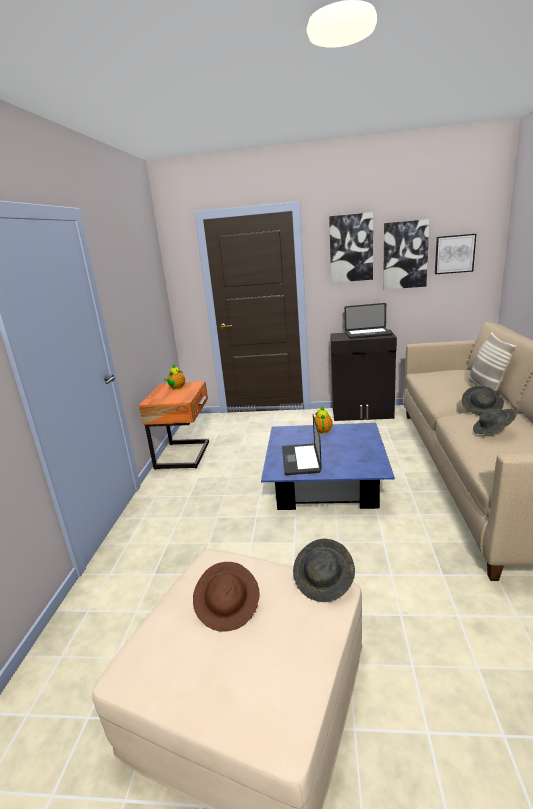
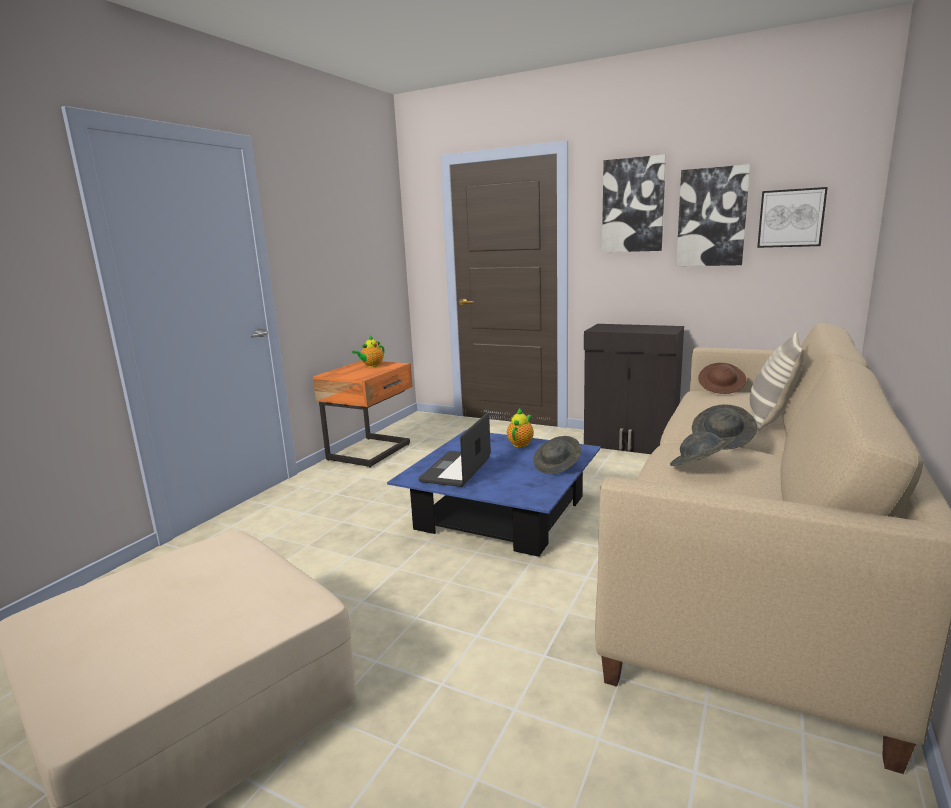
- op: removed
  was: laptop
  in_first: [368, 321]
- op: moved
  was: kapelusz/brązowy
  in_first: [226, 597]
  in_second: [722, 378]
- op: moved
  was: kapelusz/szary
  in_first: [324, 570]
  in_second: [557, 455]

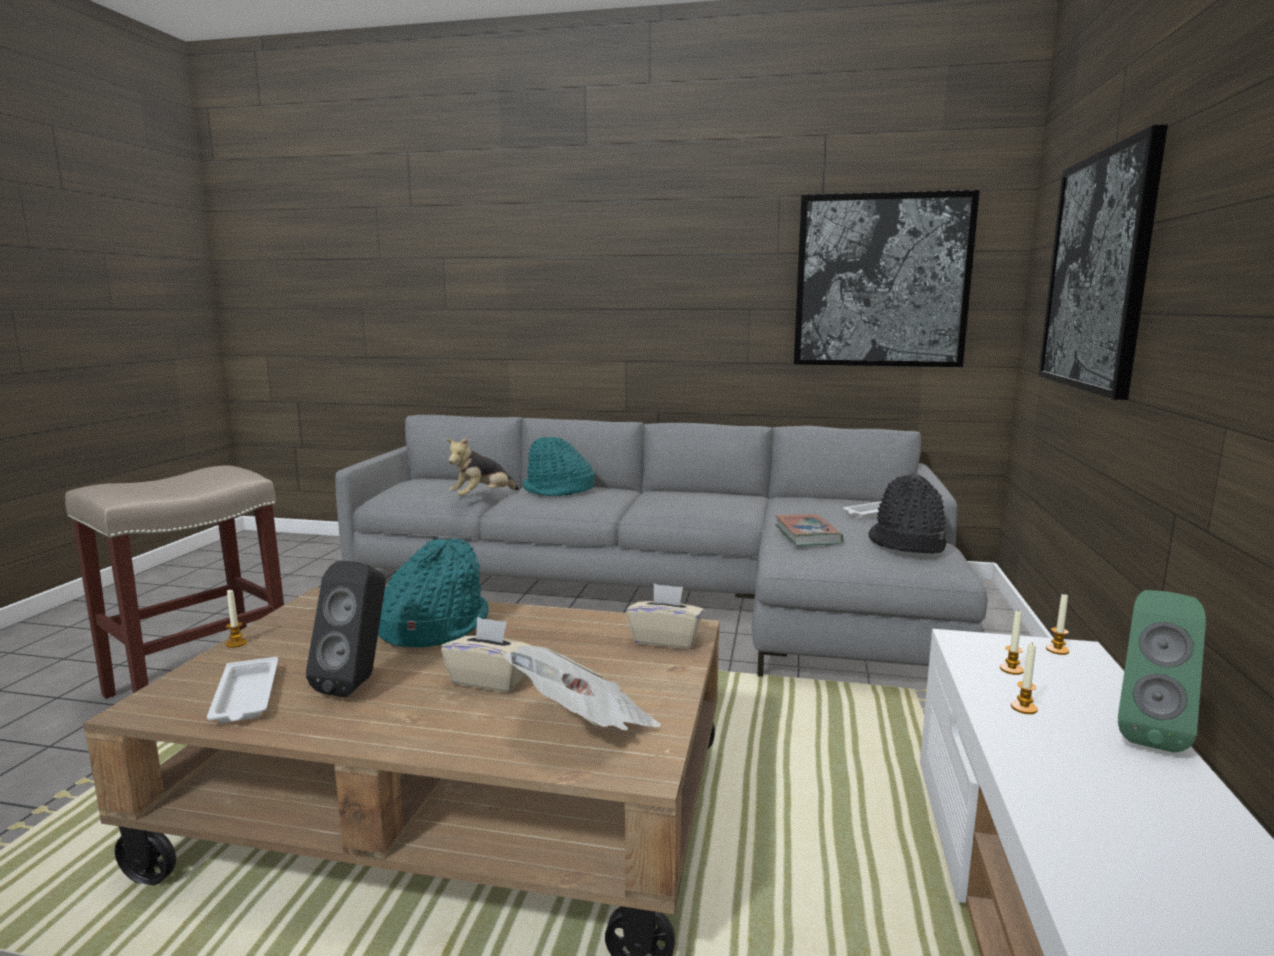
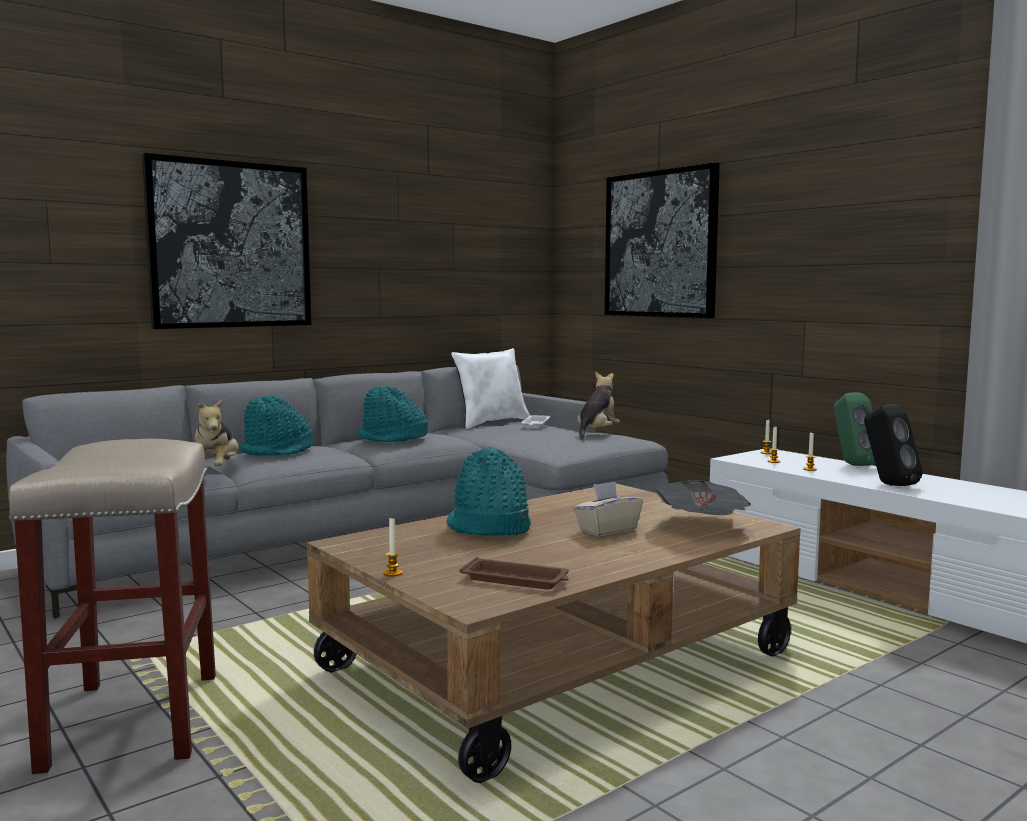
- op: removed
  was: pudełko chusteczek/beżowy
  in_first: [665, 616]
- op: removed
  was: książka
  in_first: [809, 530]
- op: added
  now: kapelusz/turkusowy
  in_second: [393, 414]
- op: added
  now: poduszka/biały
  in_second: [490, 388]
- op: moved
  was: głośnik/czarny
  in_first: [346, 629]
  in_second: [893, 445]
- op: moved
  was: obraz
  in_first: [887, 278]
  in_second: [226, 241]
- op: replaced
  was: kapelusz/czarny
  now: pluszak
  in_first: [907, 513]
  in_second: [598, 405]
- op: recoloured
  was: taca/biały
  now: taca/brązowy
  in_first: [242, 690]
  in_second: [514, 573]

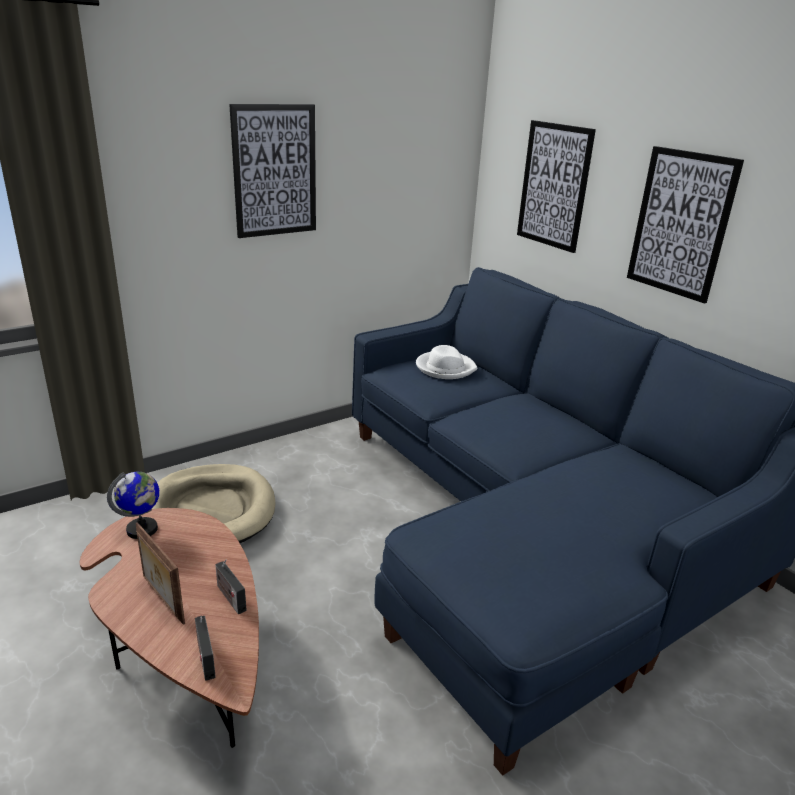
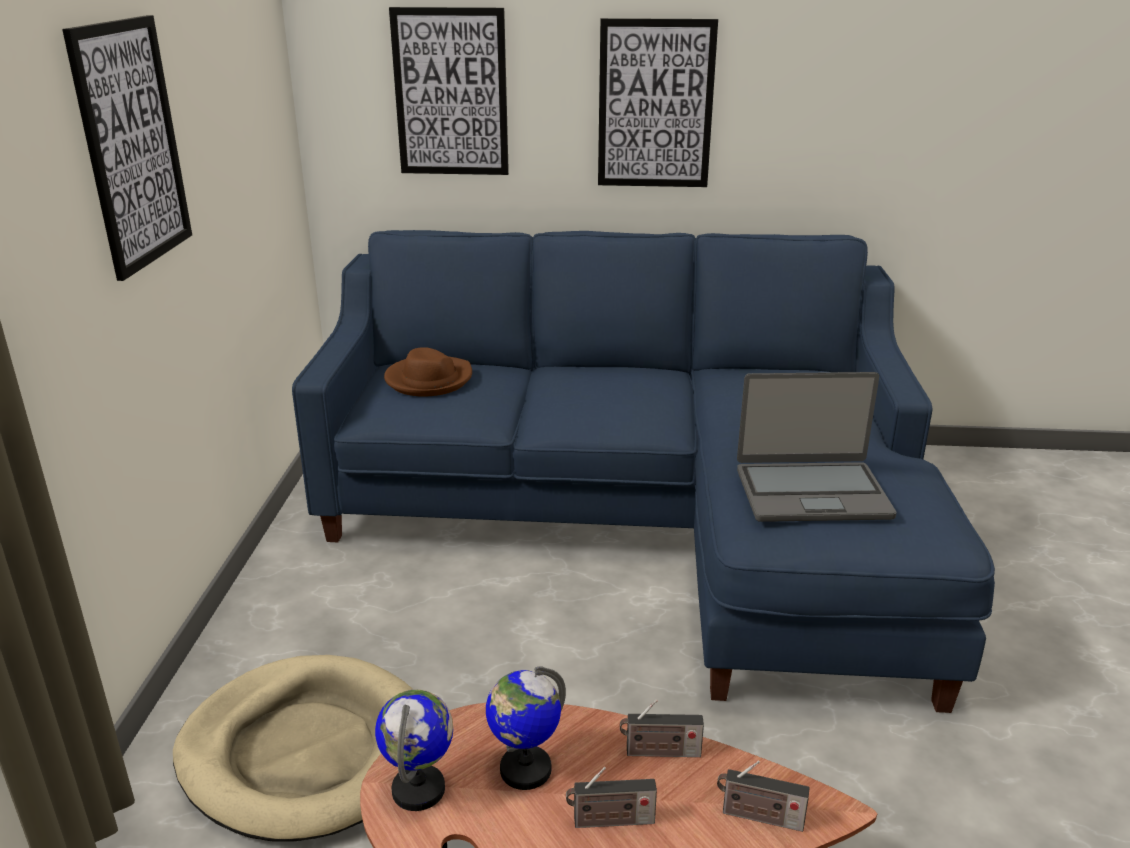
- op: added
  now: globus
  in_second: [526, 728]
- op: added
  now: laptop
  in_second: [817, 447]
- op: replaced
  was: ramka na zdjęcie
  now: radio
  in_first: [160, 573]
  in_second: [611, 797]
- op: recoloured
  was: kapelusz/biały
  now: kapelusz/brązowy
  in_first: [446, 362]
  in_second: [428, 372]

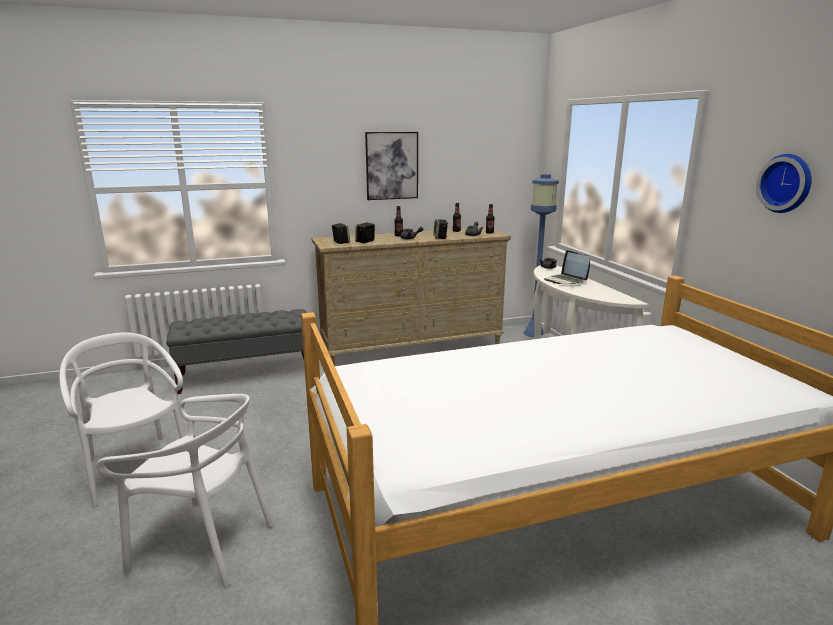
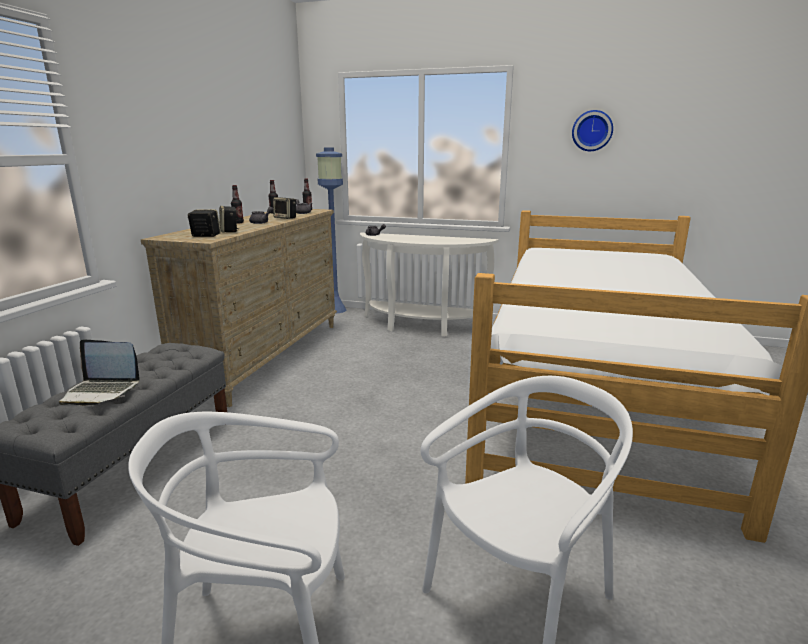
- op: removed
  was: obraz
  in_first: [391, 166]
- op: moved
  was: laptop
  in_first: [567, 267]
  in_second: [99, 372]

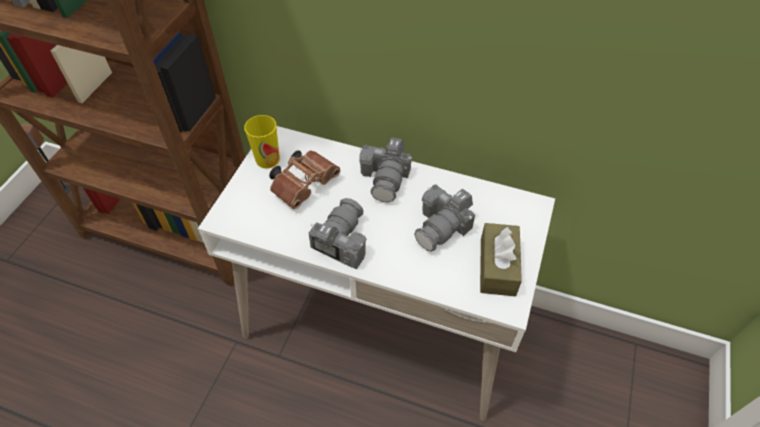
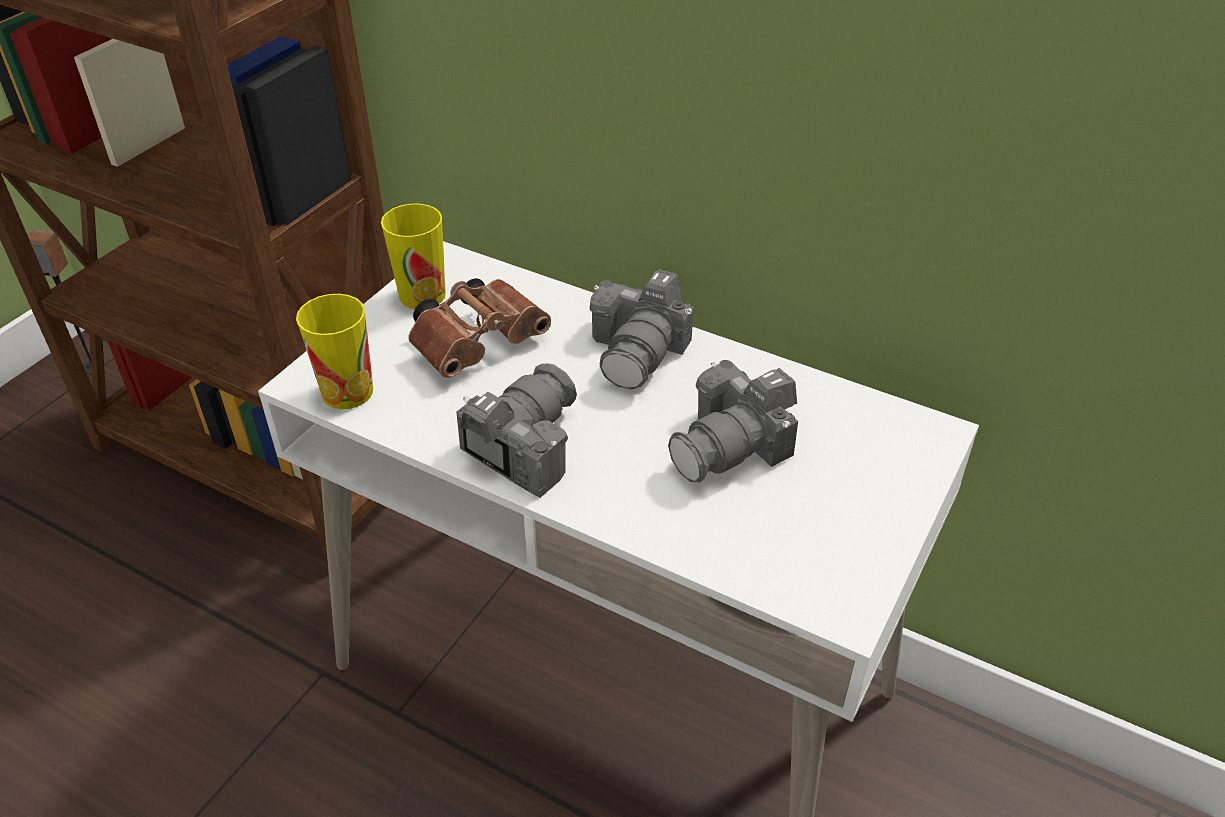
- op: removed
  was: pudełko chusteczek/brązowy
  in_first: [501, 260]
- op: added
  now: filiżanka
  in_second: [334, 351]

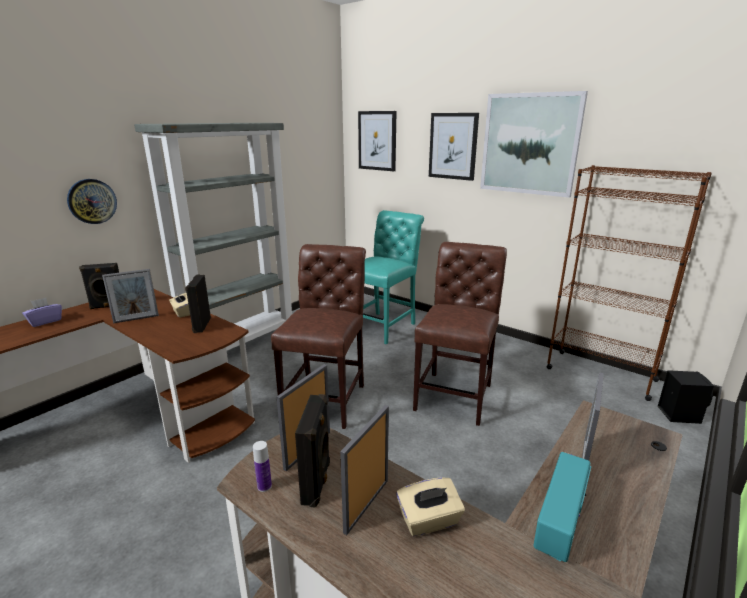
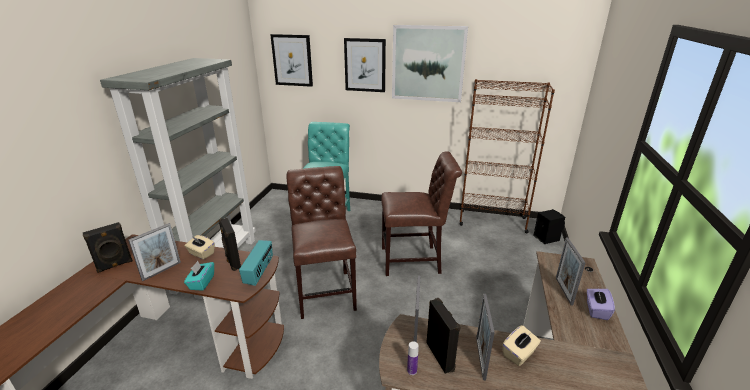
- op: removed
  was: zegar ścienny
  in_first: [92, 201]
- op: added
  now: pudełko chusteczek/turkusowy
  in_second: [199, 276]
- op: moved
  was: pudełko chusteczek/fioletowy
  in_first: [42, 312]
  in_second: [601, 304]
- op: moved
  was: radio
  in_first: [562, 507]
  in_second: [256, 263]
- op: turned
  was: krzesło/brązowy
  in_first: [460, 334]
  in_second: [421, 213]
  clockwise: 90

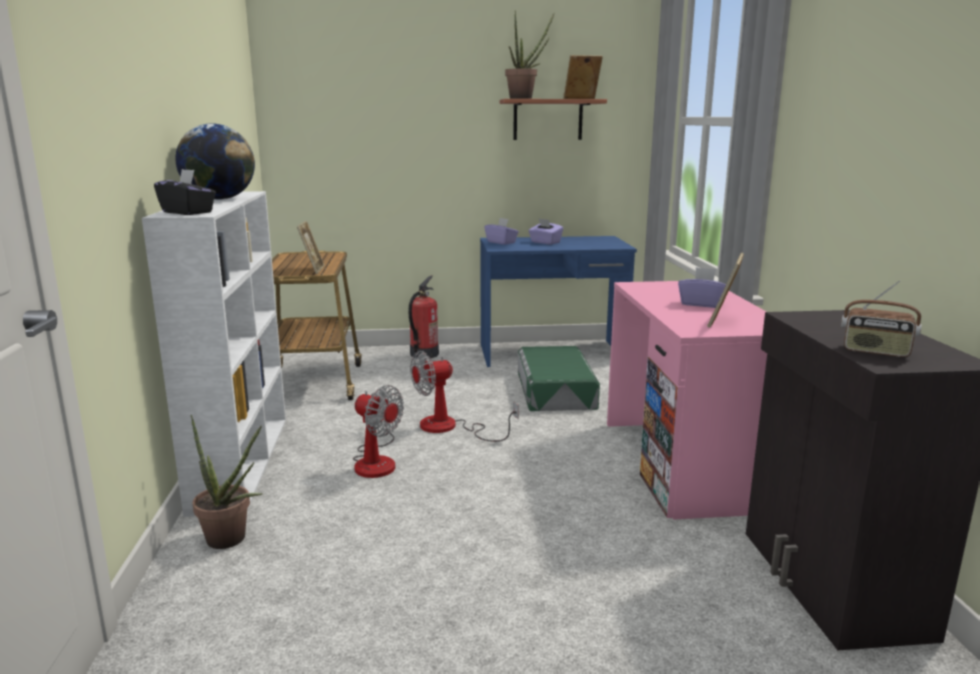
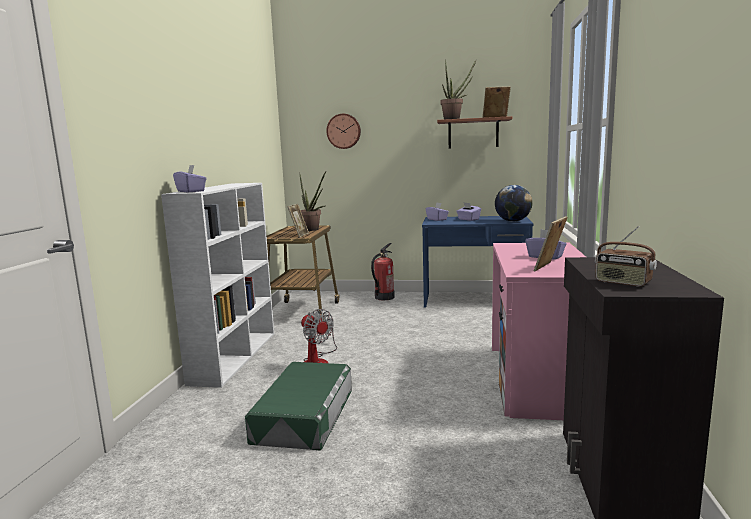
- op: removed
  was: wentylator
  in_first: [464, 396]
- op: added
  now: zegar ścienny
  in_second: [343, 131]
- op: moved
  was: globus
  in_first: [215, 161]
  in_second: [514, 203]
- op: moved
  was: roślina doniczkowa
  in_first: [226, 481]
  in_second: [313, 201]
- op: moved
  was: pojemnik do przechowywania/zielony
  in_first: [559, 378]
  in_second: [298, 406]
- op: recoloured
  was: pudełko chusteczek/czarny
  now: pudełko chusteczek/fioletowy
  in_first: [185, 192]
  in_second: [190, 179]

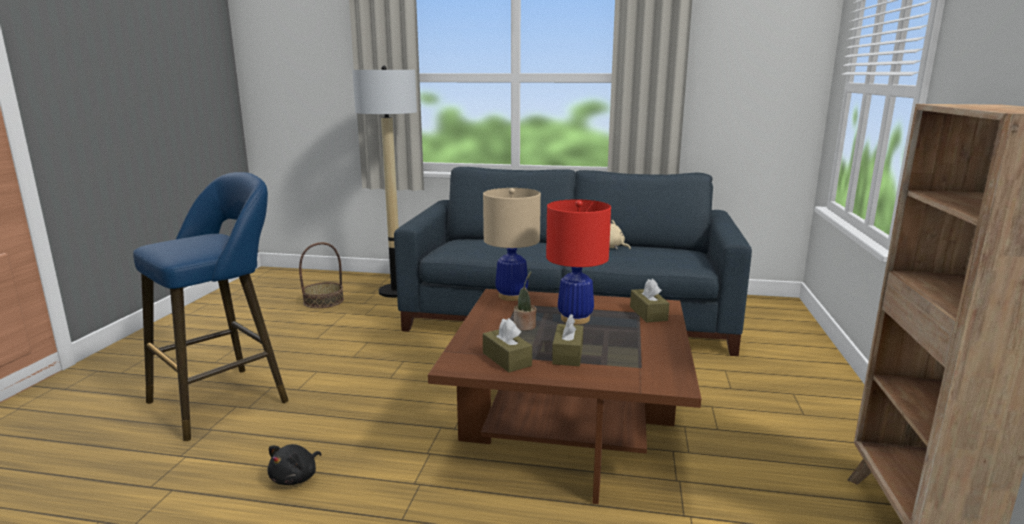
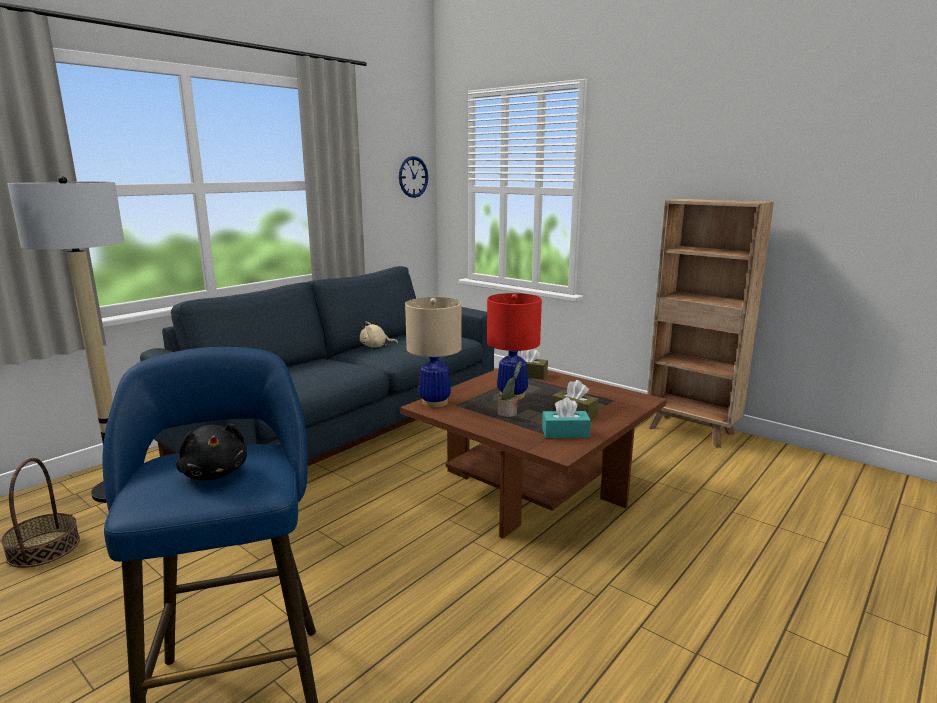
- op: added
  now: zegar ścienny
  in_second: [413, 177]
- op: moved
  was: pluszak/czarny
  in_first: [294, 464]
  in_second: [211, 452]
- op: recoloured
  was: pudełko chusteczek/brązowy
  now: pudełko chusteczek/turkusowy
  in_first: [507, 345]
  in_second: [566, 417]

